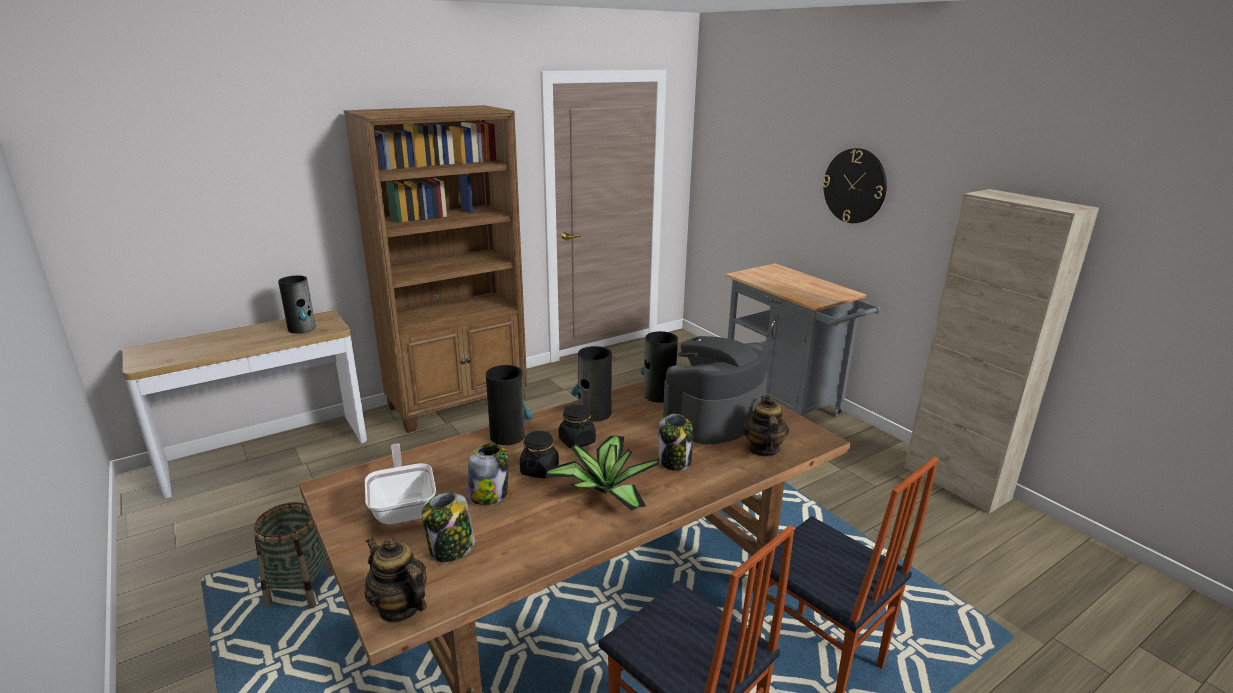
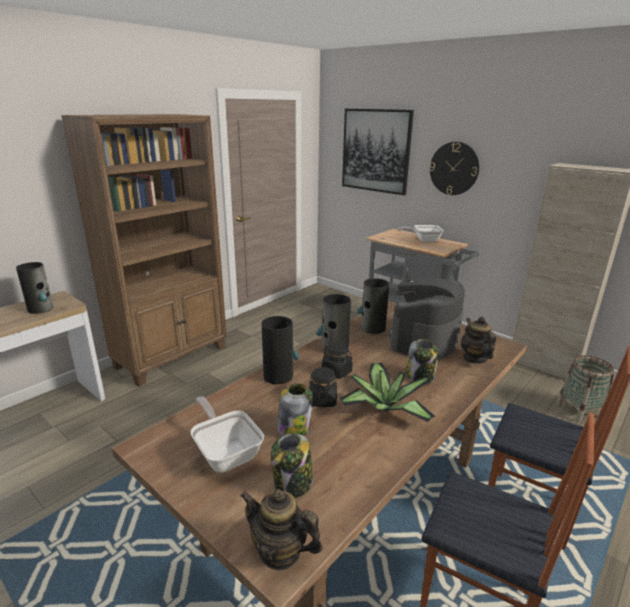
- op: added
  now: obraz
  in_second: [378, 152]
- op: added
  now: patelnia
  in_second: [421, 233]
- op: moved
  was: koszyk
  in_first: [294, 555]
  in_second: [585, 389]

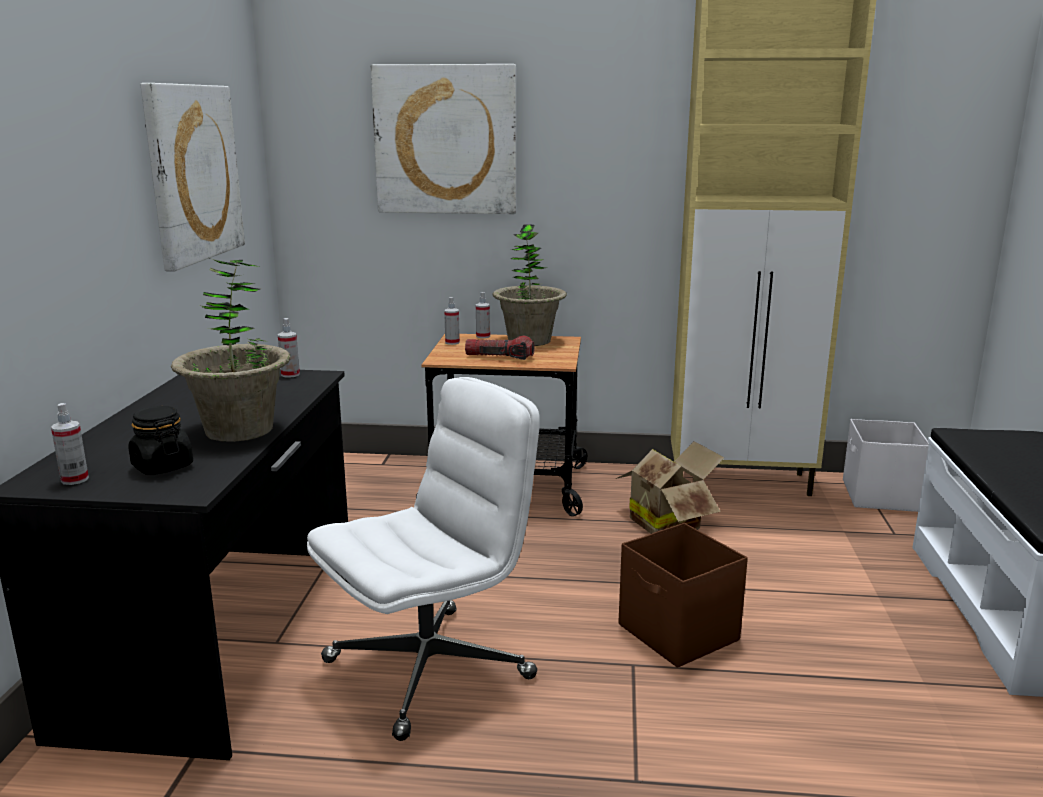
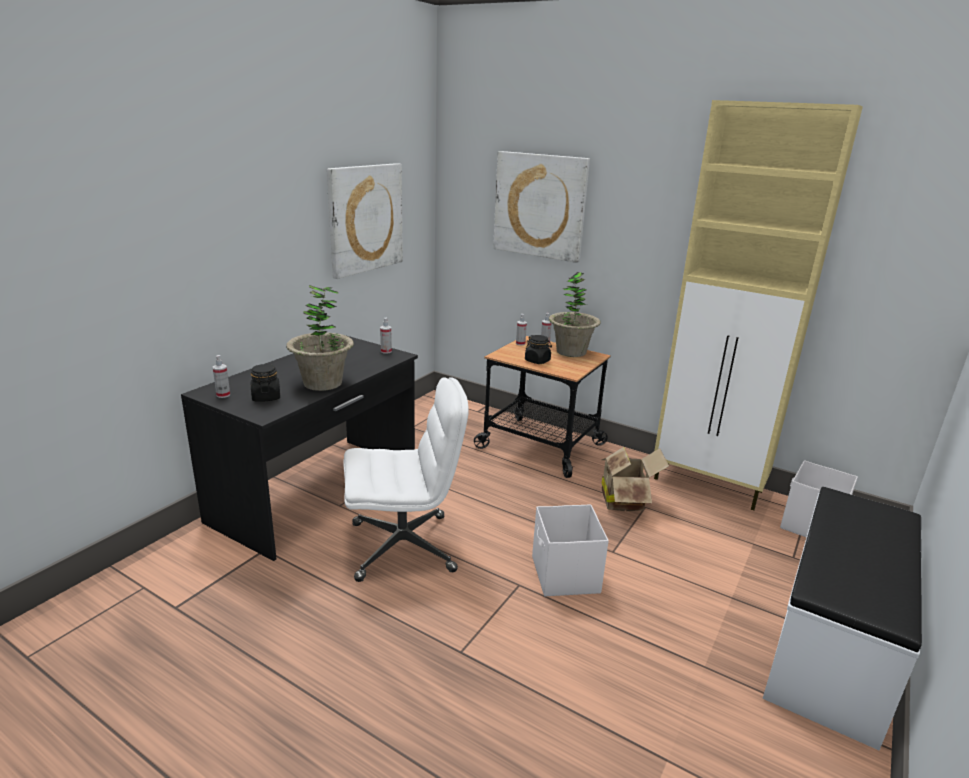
- op: replaced
  was: latarka
  now: słoik/czarny
  in_first: [500, 348]
  in_second: [538, 349]
- op: recoloured
  was: pojemnik do przechowywania/brązowy
  now: pojemnik do przechowywania/biały
  in_first: [683, 595]
  in_second: [570, 550]

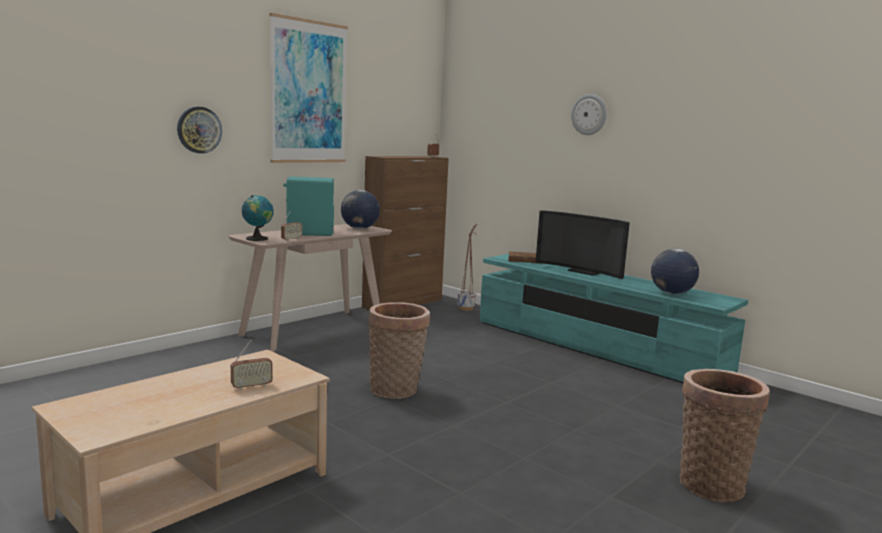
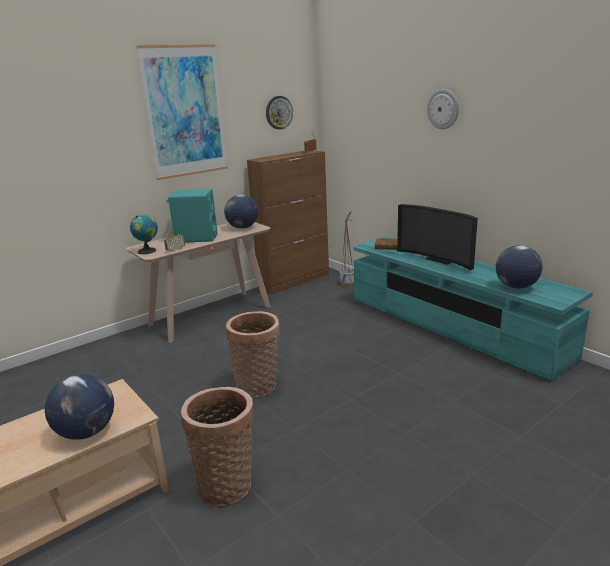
- op: moved
  was: zegar ścienny
  in_first: [199, 130]
  in_second: [279, 113]
- op: moved
  was: koszyk
  in_first: [725, 436]
  in_second: [217, 447]
- op: replaced
  was: radio
  now: globus
  in_first: [252, 365]
  in_second: [79, 407]

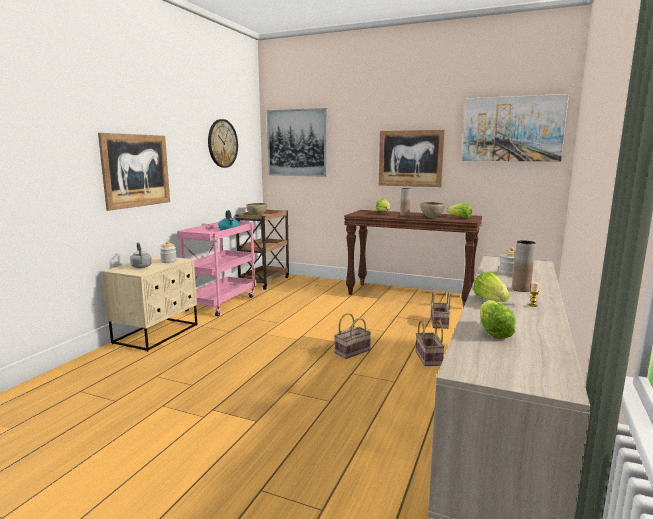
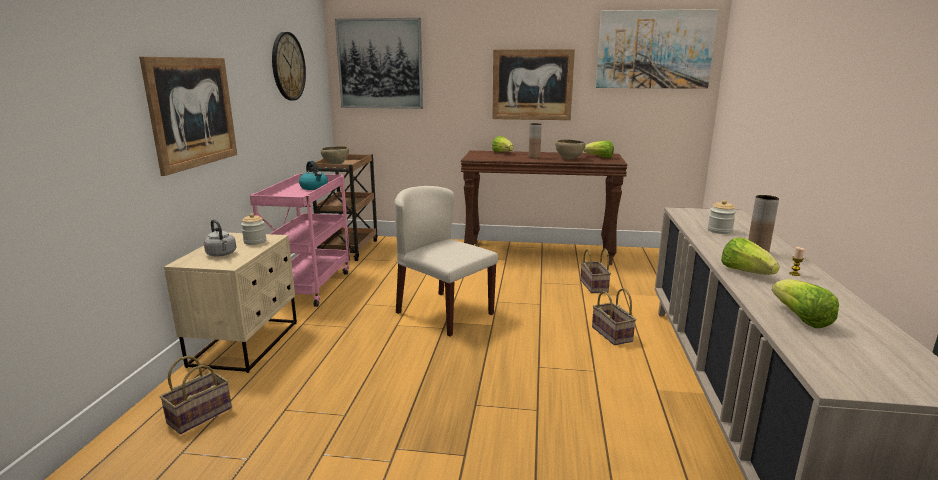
- op: added
  now: krzesło/beżowy
  in_second: [446, 261]
- op: moved
  was: koszyk
  in_first: [352, 336]
  in_second: [196, 395]

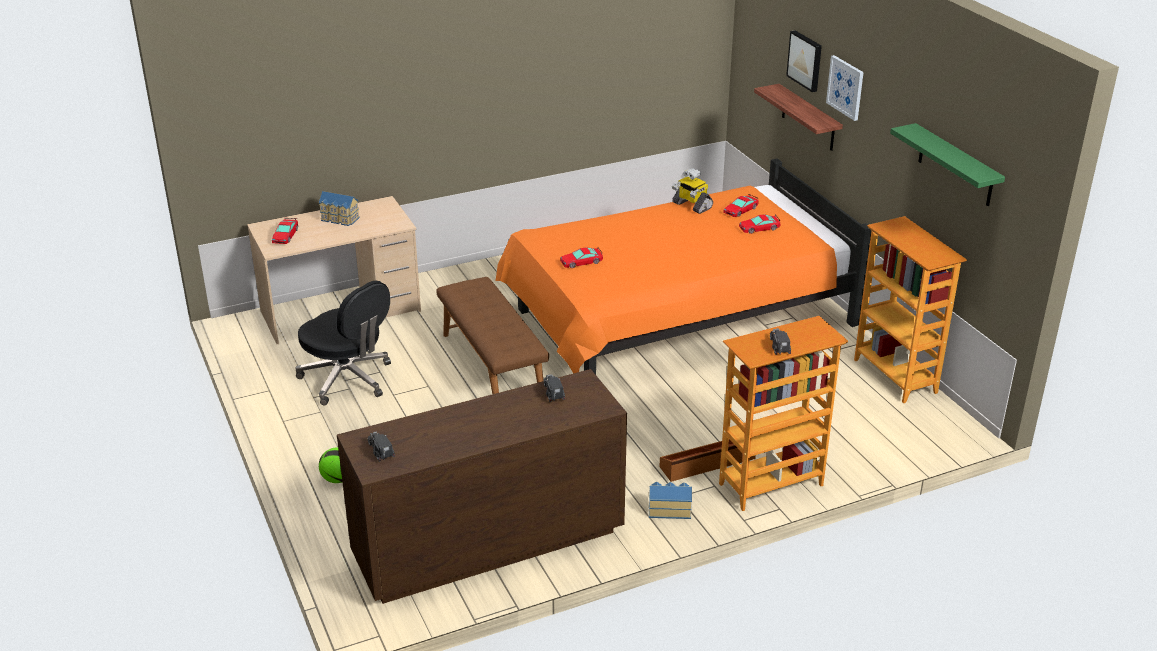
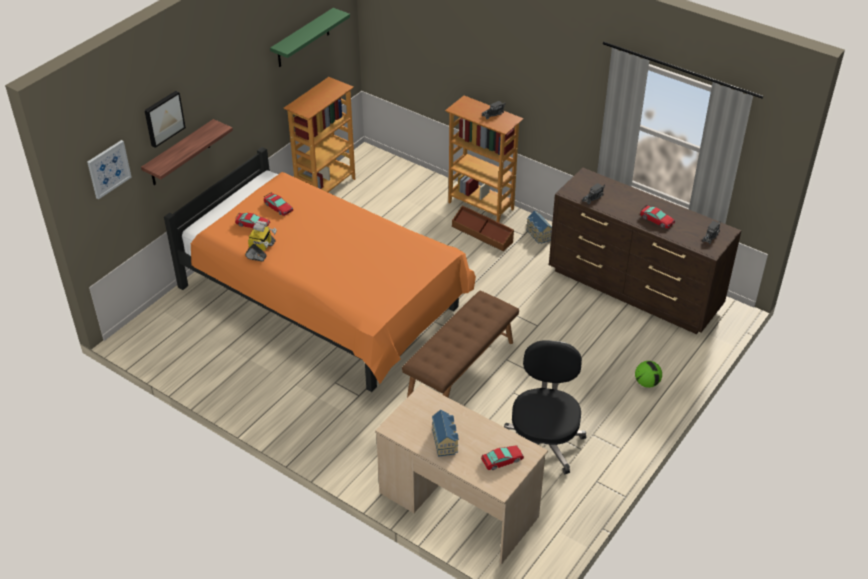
- op: moved
  was: samochodzik
  in_first: [581, 257]
  in_second: [657, 216]
- op: moved
  was: obraz
  in_first: [845, 88]
  in_second: [109, 169]

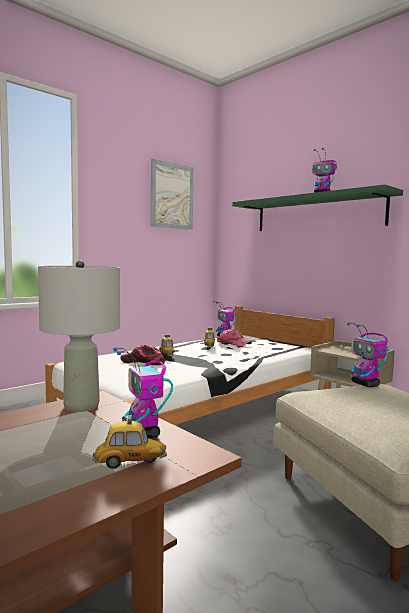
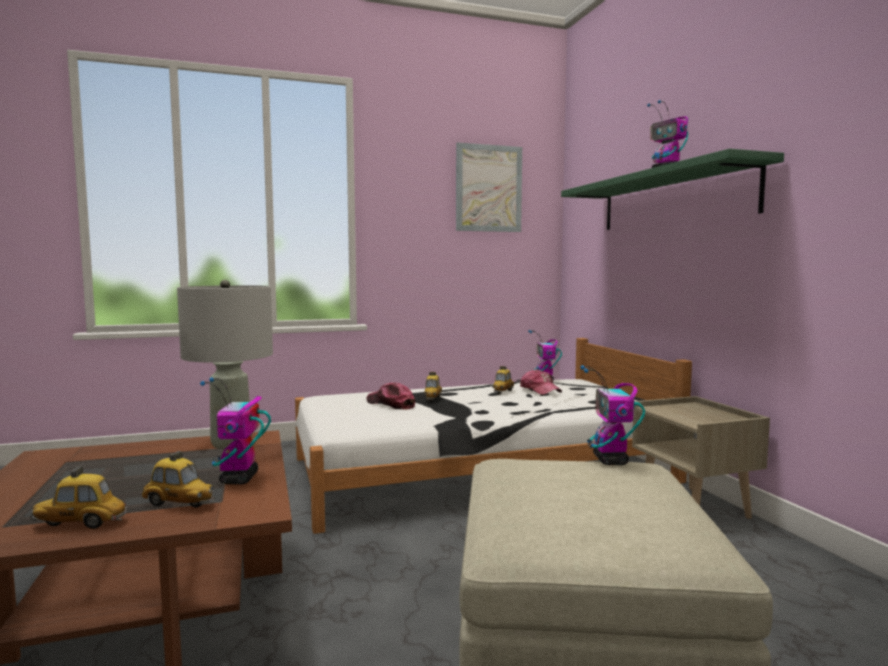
- op: added
  now: samochodzik
  in_second: [78, 497]

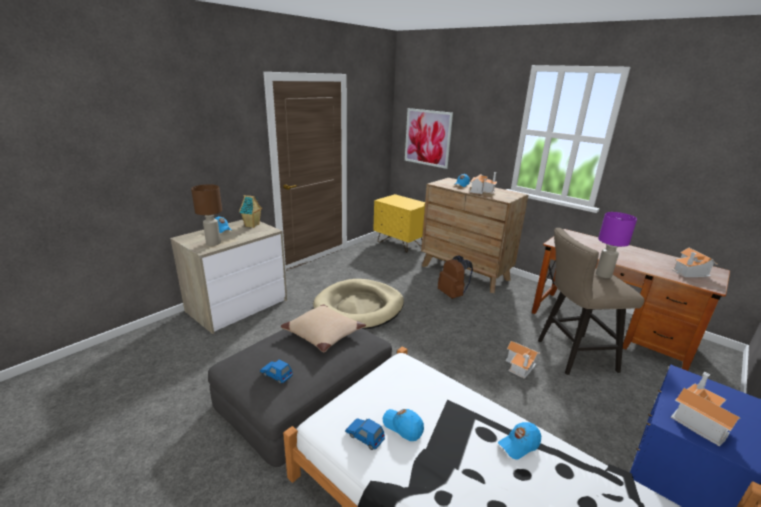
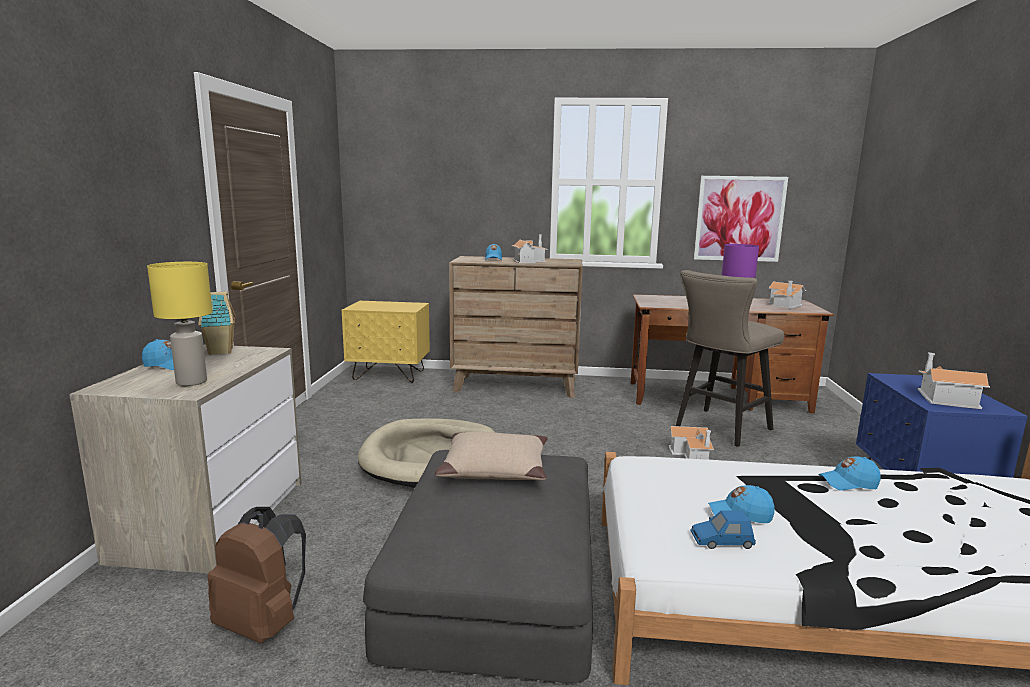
- op: removed
  was: samochodzik/niebieski
  in_first: [276, 372]
- op: moved
  was: obraz
  in_first: [429, 138]
  in_second: [741, 219]
- op: moved
  was: plecak/brązowy
  in_first: [455, 277]
  in_second: [257, 575]
- op: recoloured
  was: lampa stołowa/brązowy
  now: lampa stołowa/żółty
  in_first: [206, 215]
  in_second: [179, 324]
- op: turned
  was: czapka z daszkiem/niebieski
  in_first: [519, 441]
  in_second: [849, 473]
  clockwise: 60

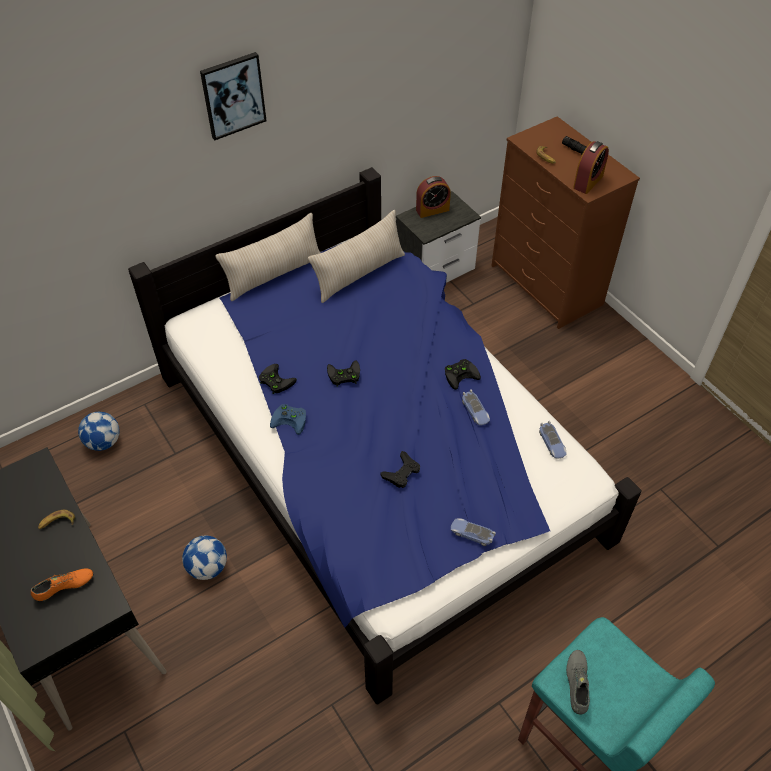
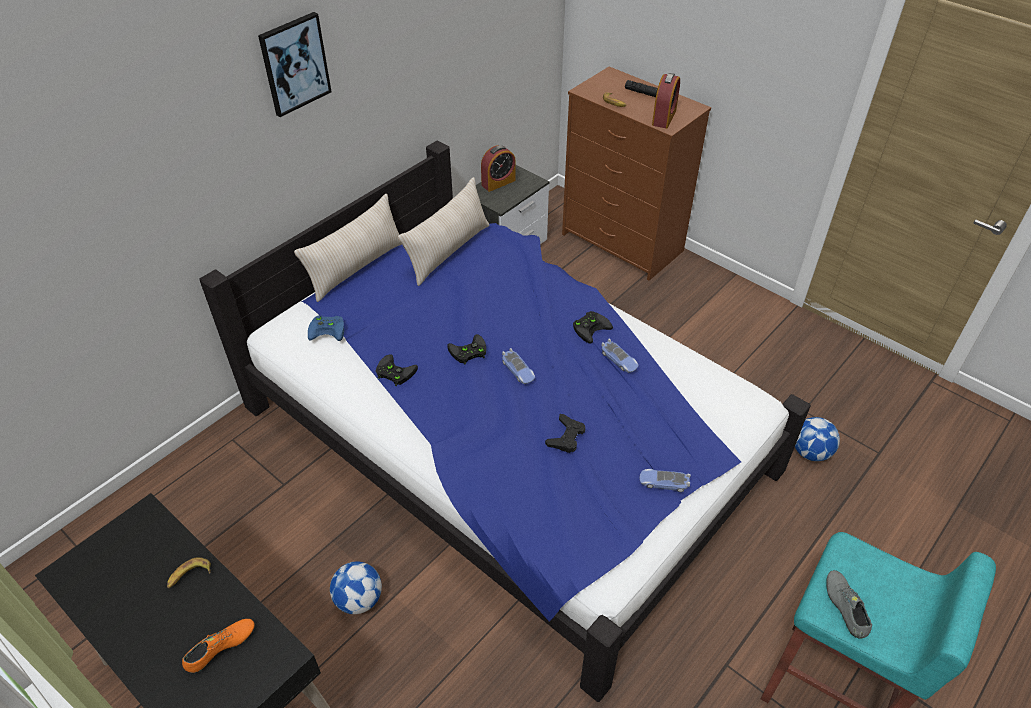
- op: moved
  was: piłka futbolowa
  in_first: [99, 431]
  in_second: [817, 439]
- op: moved
  was: pad do gier/niebieski
  in_first: [288, 419]
  in_second: [326, 328]
- op: moved
  was: samochodzik
  in_first: [553, 440]
  in_second: [518, 366]

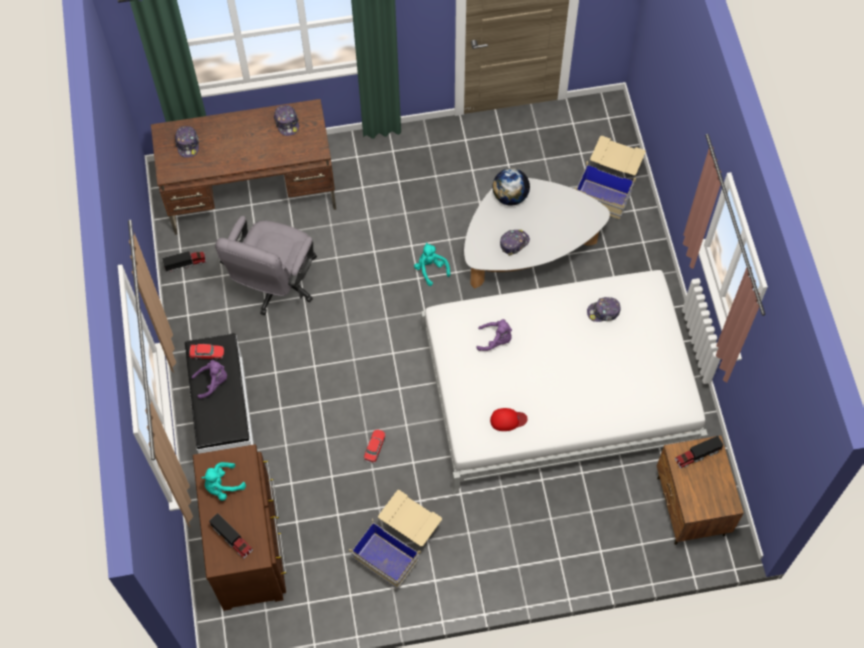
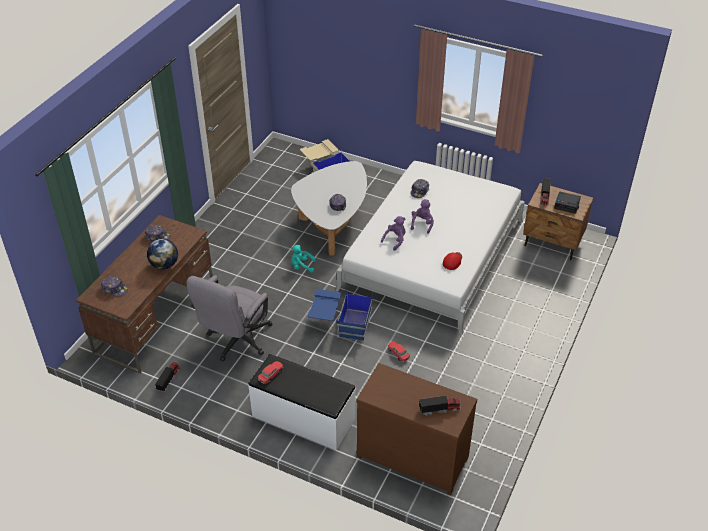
- op: removed
  was: pluszak/turkusowy
  in_first: [224, 481]
- op: removed
  was: pojemnik do przechowywania/beżowy
  in_first: [395, 539]
- op: added
  now: pojemnik do przechowywania/niebieski
  in_second: [340, 315]
- op: added
  now: budzik
  in_second: [567, 202]
- op: moved
  was: pluszak/fioletowy
  in_first: [209, 379]
  in_second: [422, 216]
- op: moved
  was: globus
  in_first: [511, 187]
  in_second: [162, 254]
- op: turned
  was: krzesło biurowe/szary
  in_first: [266, 265]
  in_second: [230, 318]
  clockwise: 60

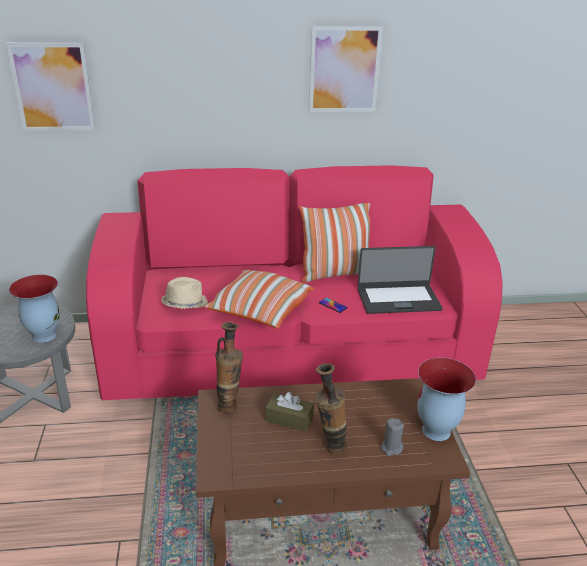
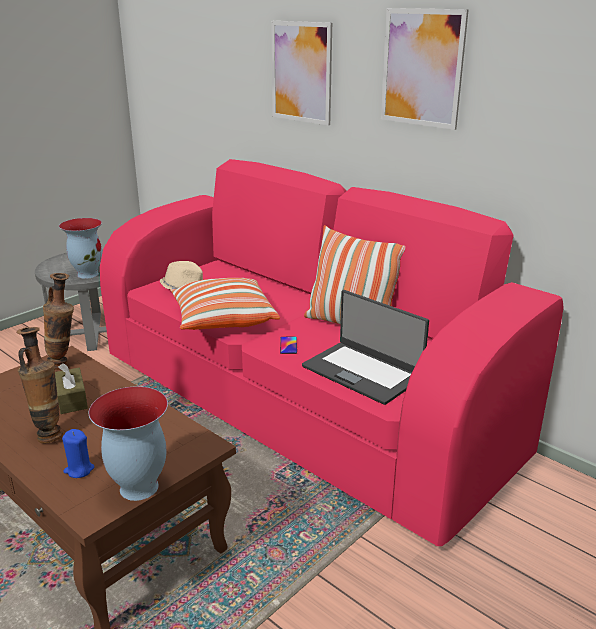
- op: moved
  was: obraz
  in_first: [50, 87]
  in_second: [301, 73]
- op: recoloured
  was: świeca/szary
  now: świeca/niebieski
  in_first: [392, 437]
  in_second: [78, 453]

